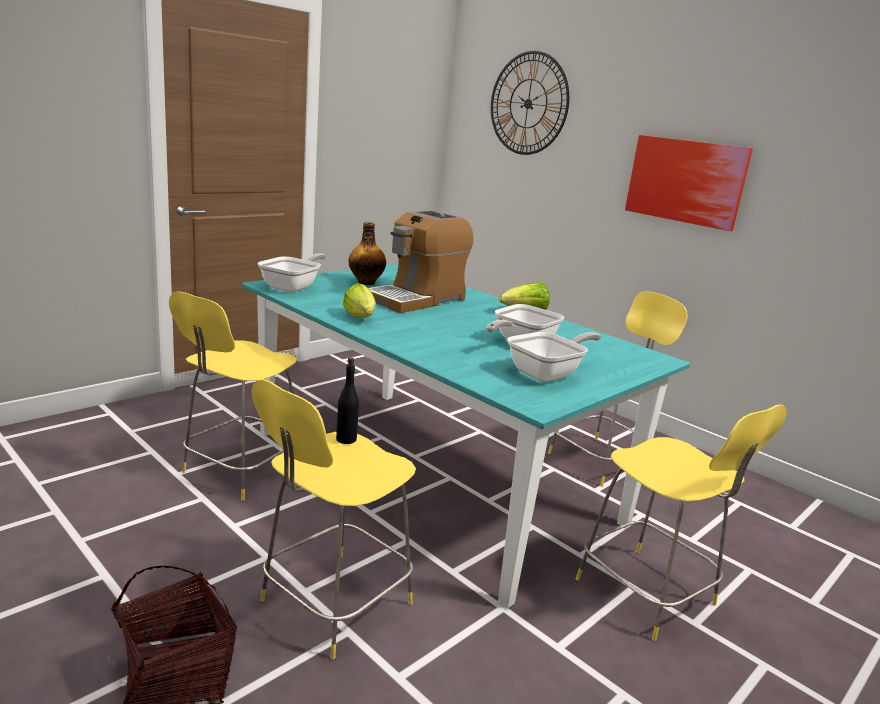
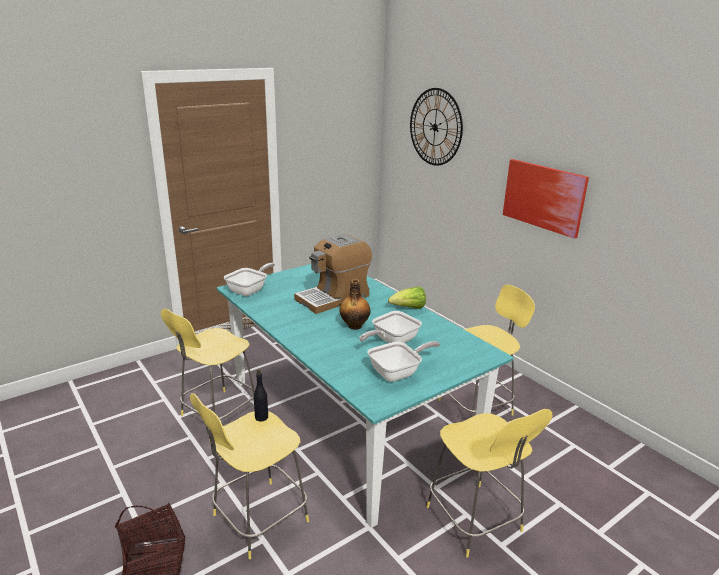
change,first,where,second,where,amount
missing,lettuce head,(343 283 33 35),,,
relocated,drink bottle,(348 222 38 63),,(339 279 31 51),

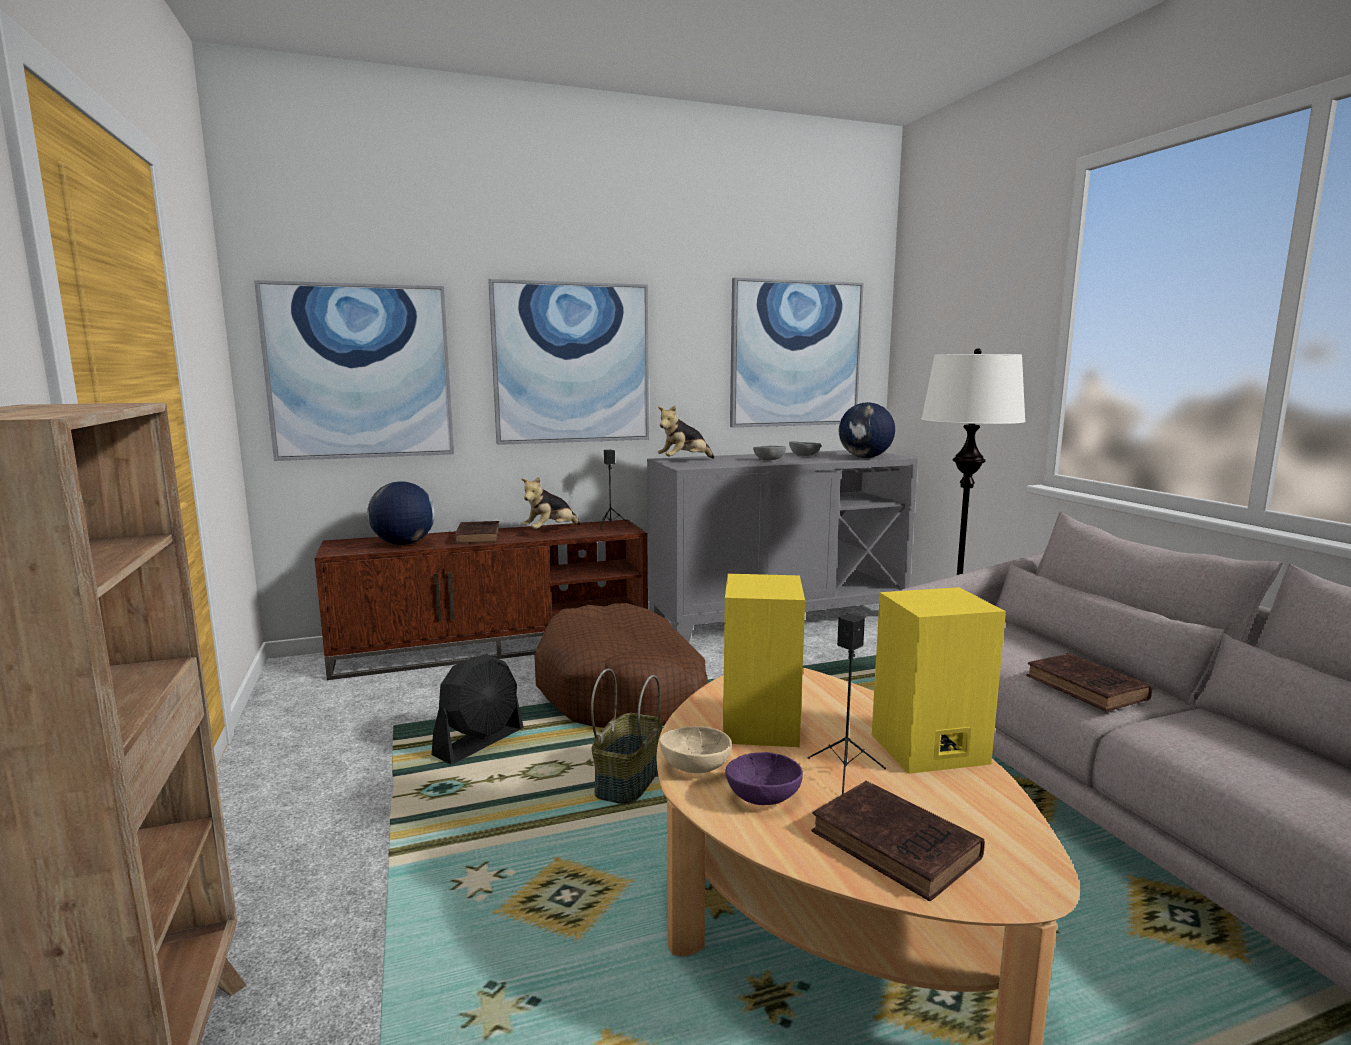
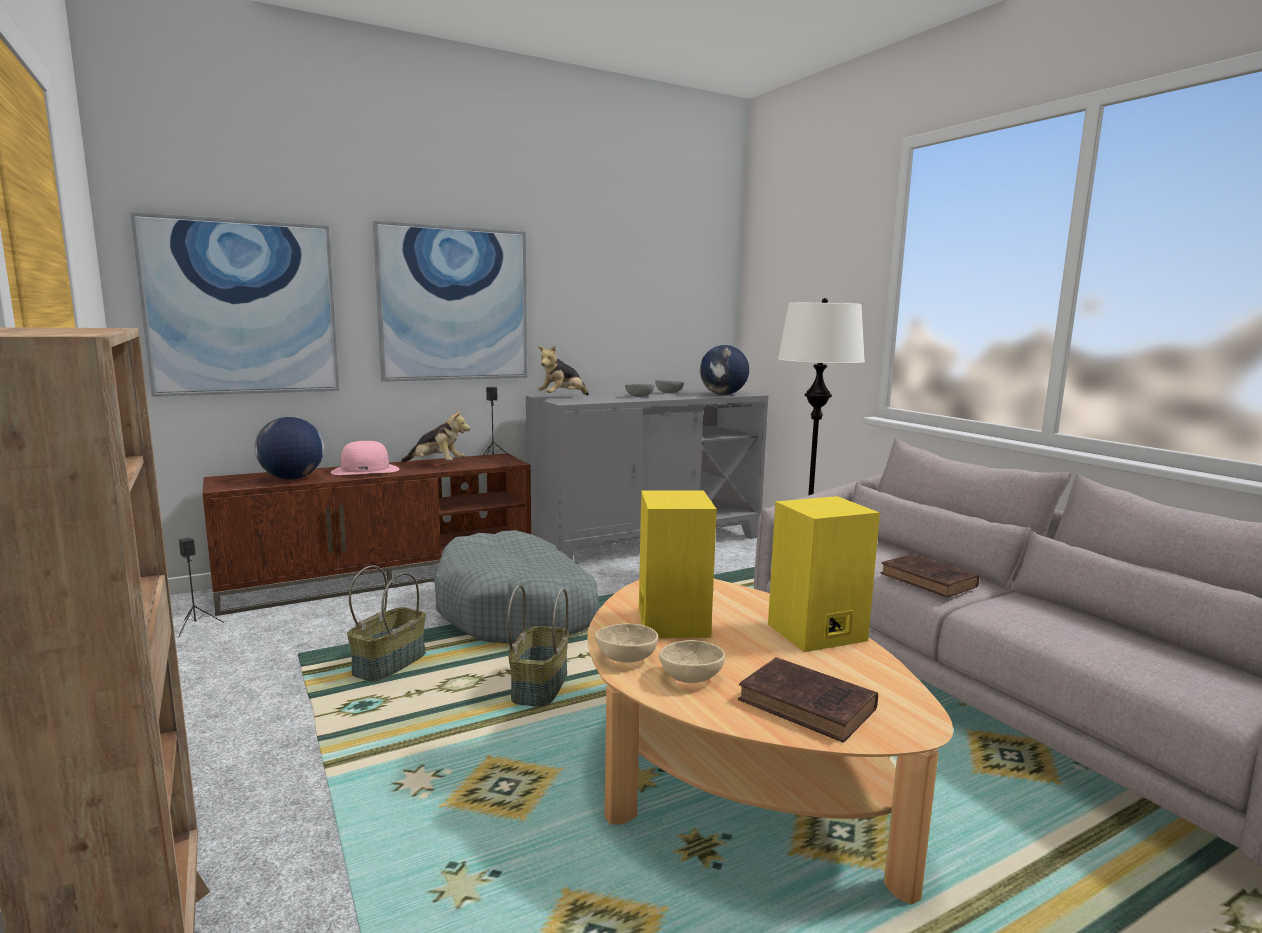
change,first,where,second,where,amount
exchanged,blackish electric fan,(432 654 91 111),basket,(347 565 79 116),
exchanged,brown volume,(454 521 46 23),pinkish clothing hat,(331 441 68 34),
spun,cuddly toy,(521 477 59 52),,(401 409 69 53),105 degrees counterclockwise
colour,brown dog cushion,(534 603 174 125),gray dog cushion,(434 530 166 114),
colour,purple-coloured serving bowl,(725 752 78 53),sand-coloured serving bowl,(659 640 66 43),
missing,wall picture,(730 278 134 149),,,
relocated,blackish speaker,(808 613 78 181),,(178 538 46 99),

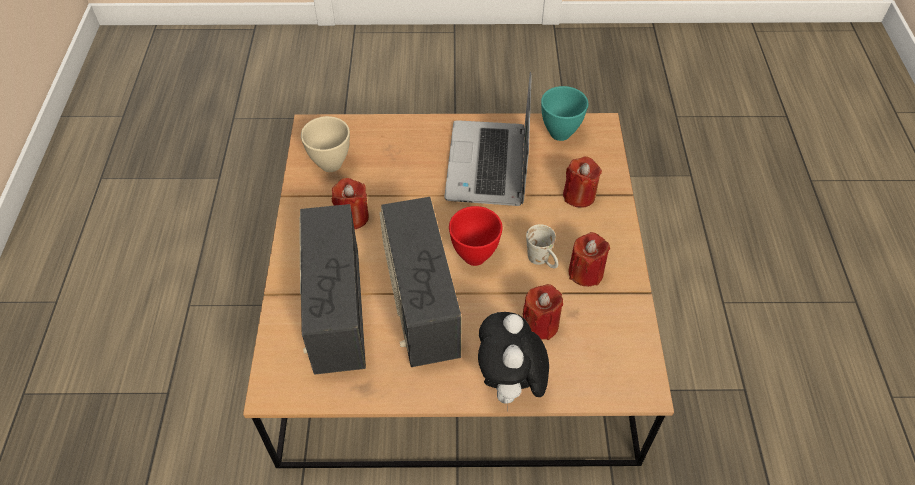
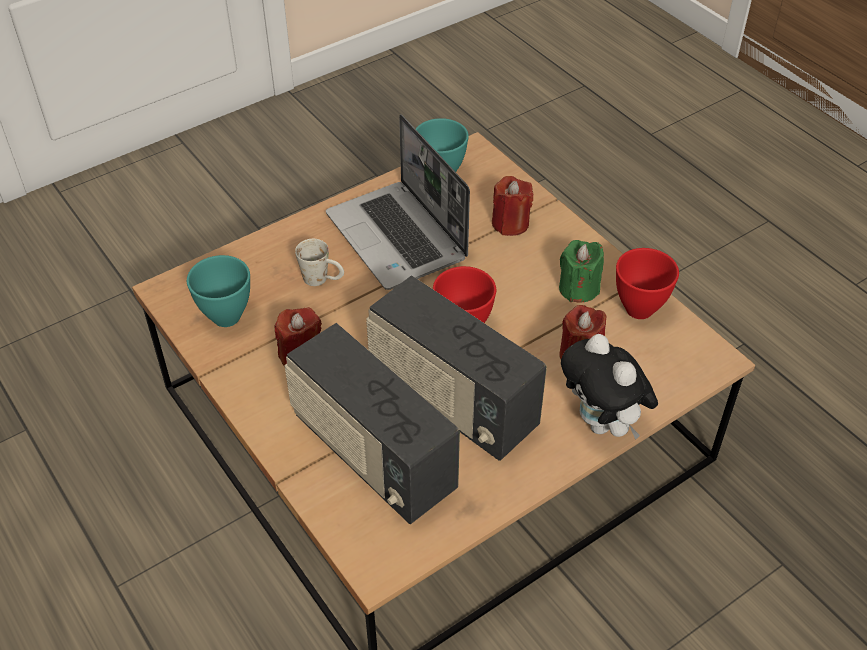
change,first,where,second,where,amount
colour,sand-coloured serving bowl,(301 116 49 56),turquoise-coloured serving bowl,(187 255 63 72),
relocated,white coffee mug,(526 224 32 44),,(295 239 49 47),
colour,red-coloured wax candle,(569 232 41 55),greenish wax candle,(559 240 45 63),
appeared,,,red-coloured serving bowl,(616 248 63 71),

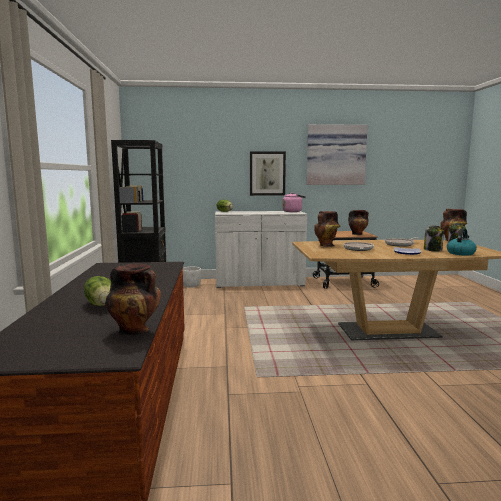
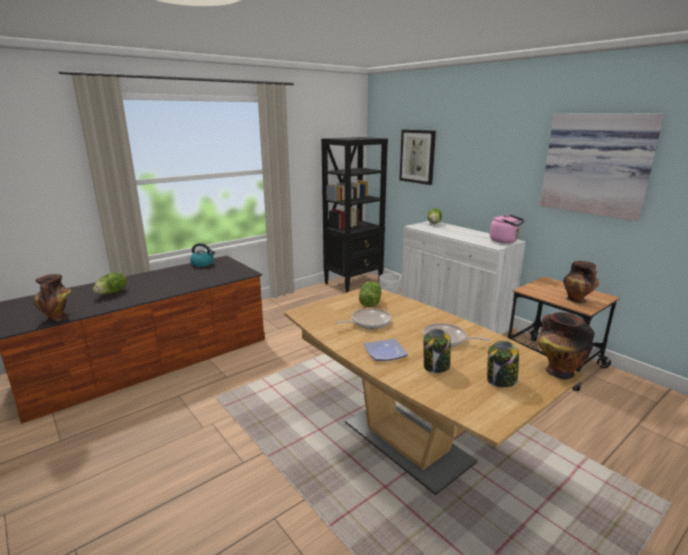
change,first,where,second,where,amount
relocated,wall picture,(250 151 36 45),,(399 130 37 55),
exchanged,flower vase,(314 211 27 36),lettuce head,(359 281 22 26),
relocated,water kettle,(447 228 30 28),,(190 243 25 24),

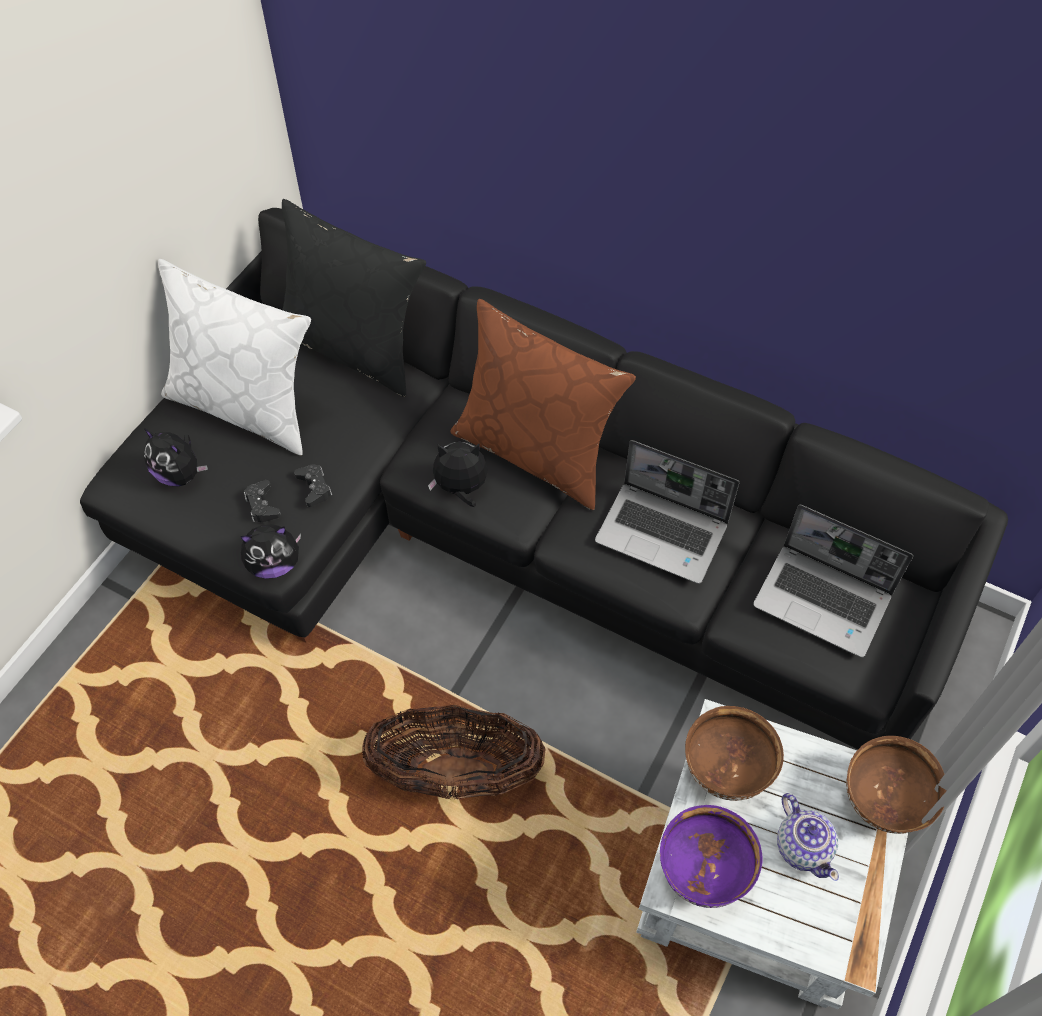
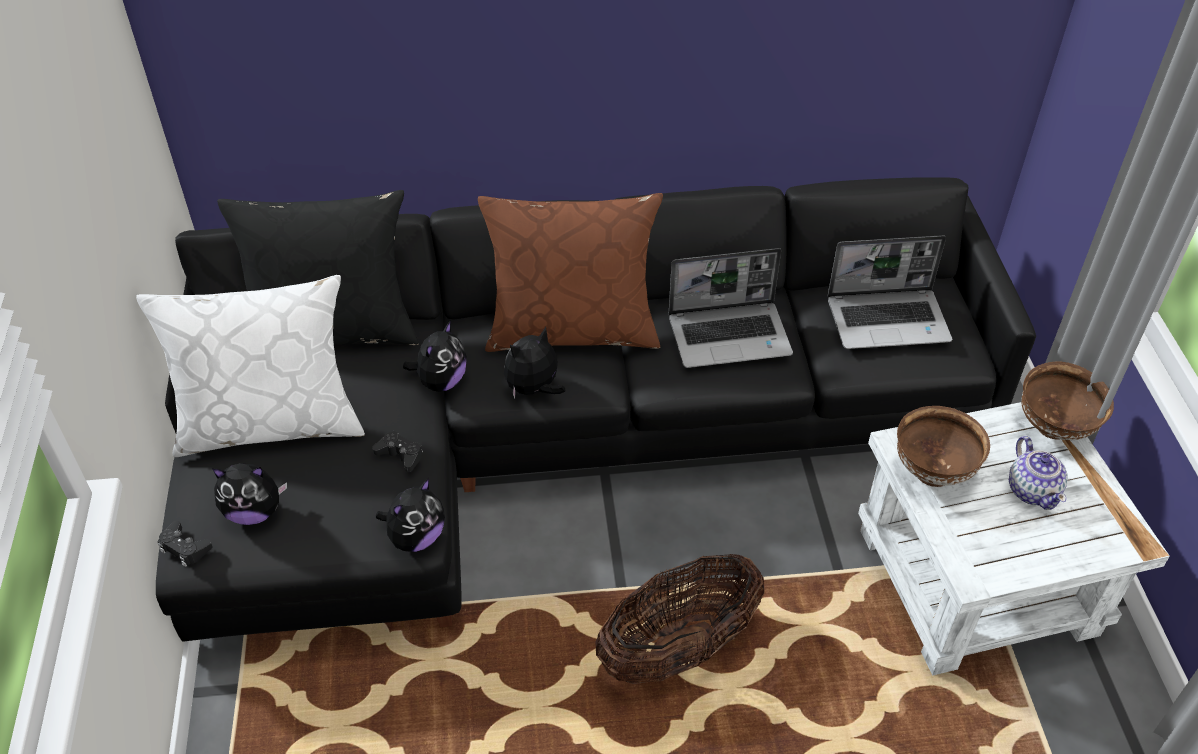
change,first,where,second,where,amount
relocated,blackish joypad,(244 480 37 42),,(157 521 55 46),
missing,purple-coloured serving bowl,(660 805 102 103),,,
spun,teapot,(777 793 62 88),,(1009 436 59 74),45 degrees clockwise
appeared,,,cuddly toy,(403 320 64 72),

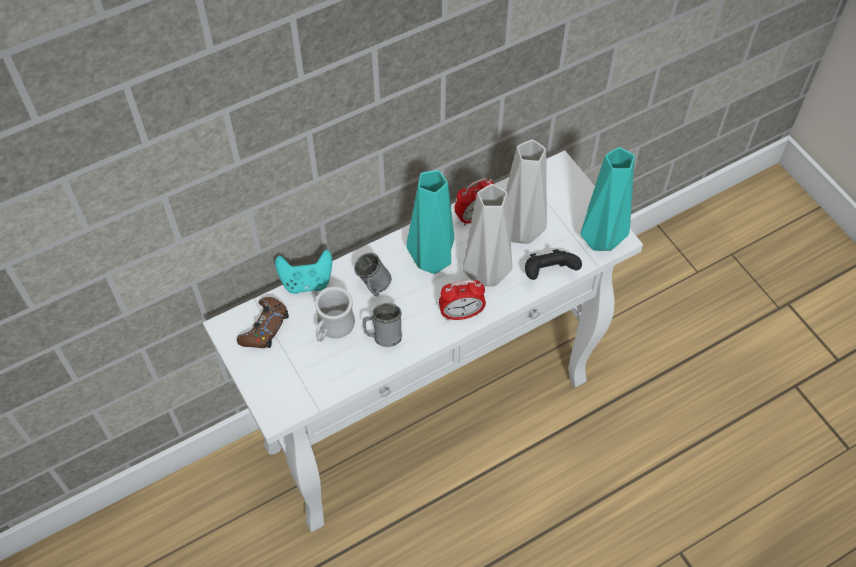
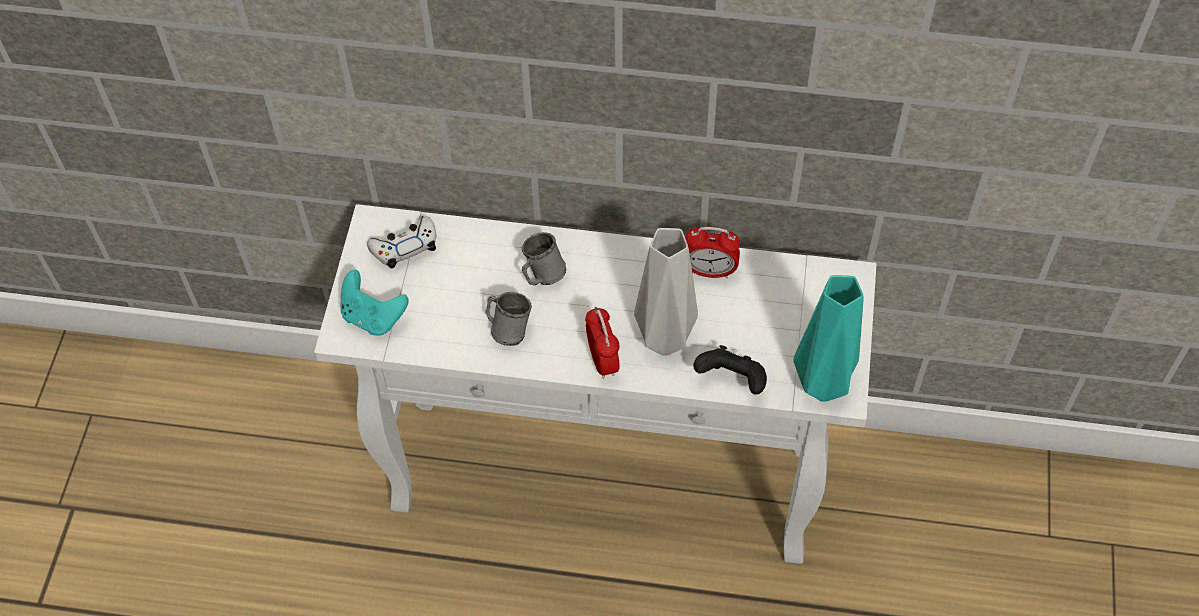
change,first,where,second,where,amount
colour,brown joypad,(237 297 52 51),white joypad,(367 216 69 53),
relocated,turquoise-coloured joypad,(275 250 57 44),,(340 270 68 66),
missing,white coffee mug,(315 287 40 55),,,
missing,turquoise-coloured flower vase,(406 170 48 104),,,
spun,bedside clock,(439 280 47 41),,(585 307 35 72),135 degrees counterclockwise
missing,gray flower vase,(506 139 41 105),,,

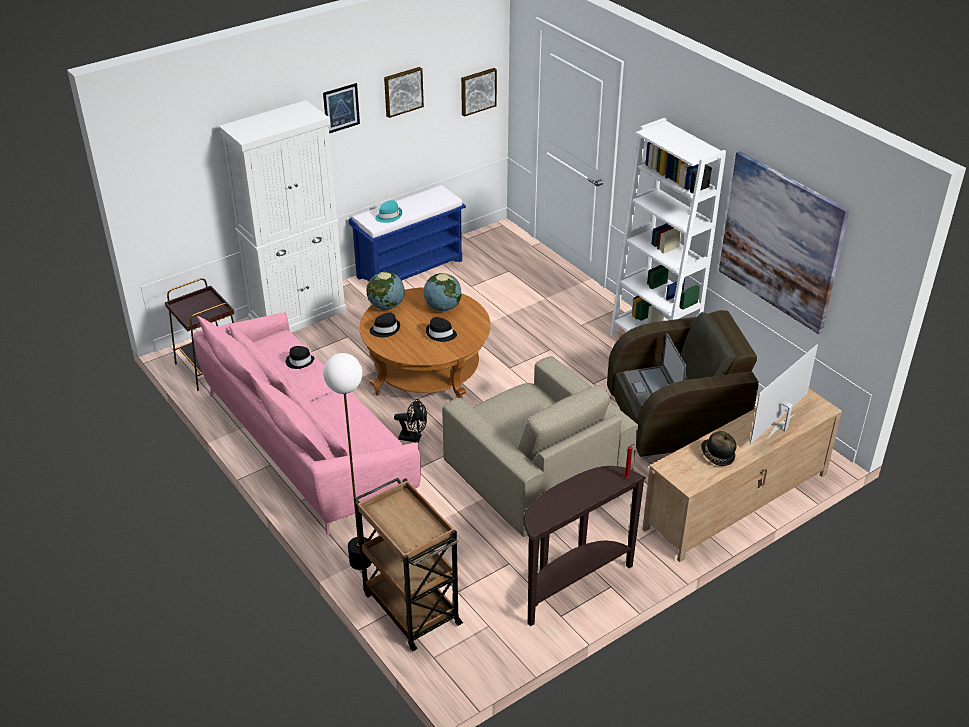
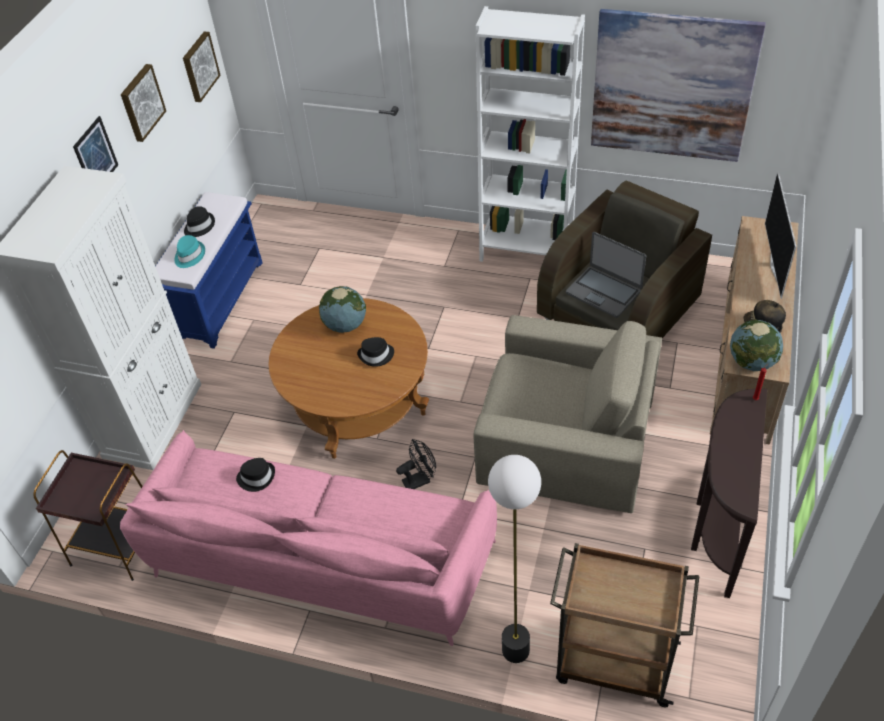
change,first,where,second,where,amount
relocated,world globe,(366 272 39 38),,(730 320 53 51),
relocated,blackish clothing hat,(370 312 30 25),,(184 206 31 31),

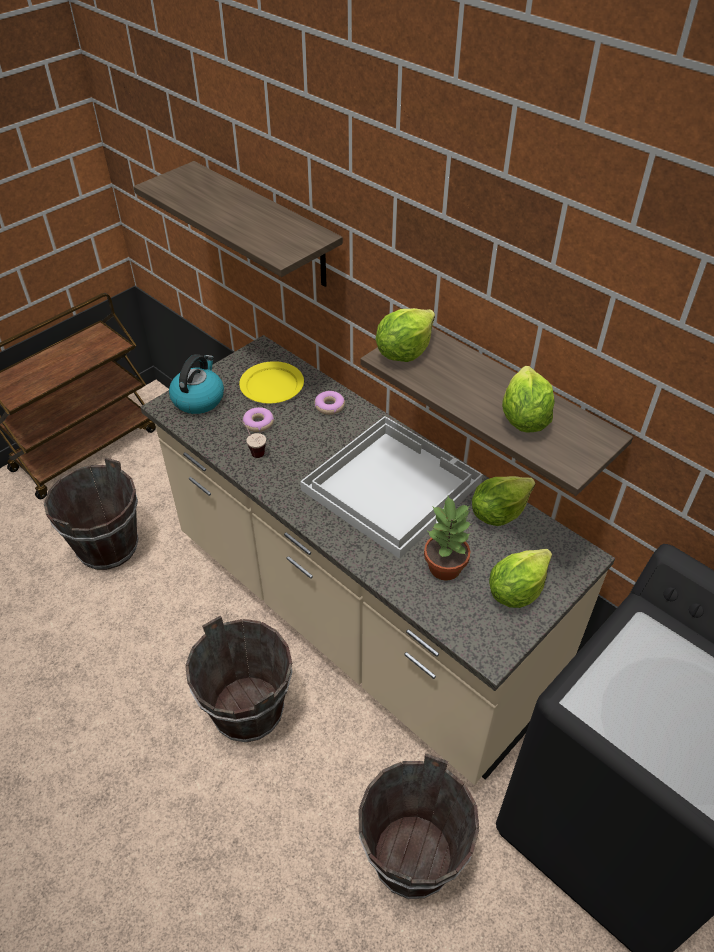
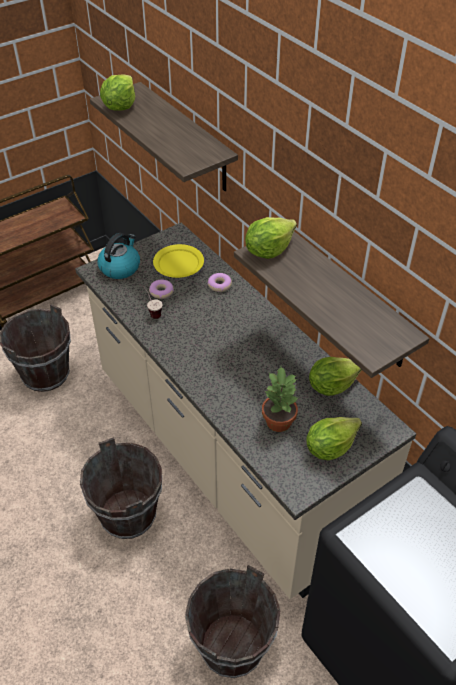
change,first,where,second,where,amount
missing,white carrying tray,(300 416 183 143),,,
relocated,lettuce head,(502 366 53 67),,(100 74 35 37),

